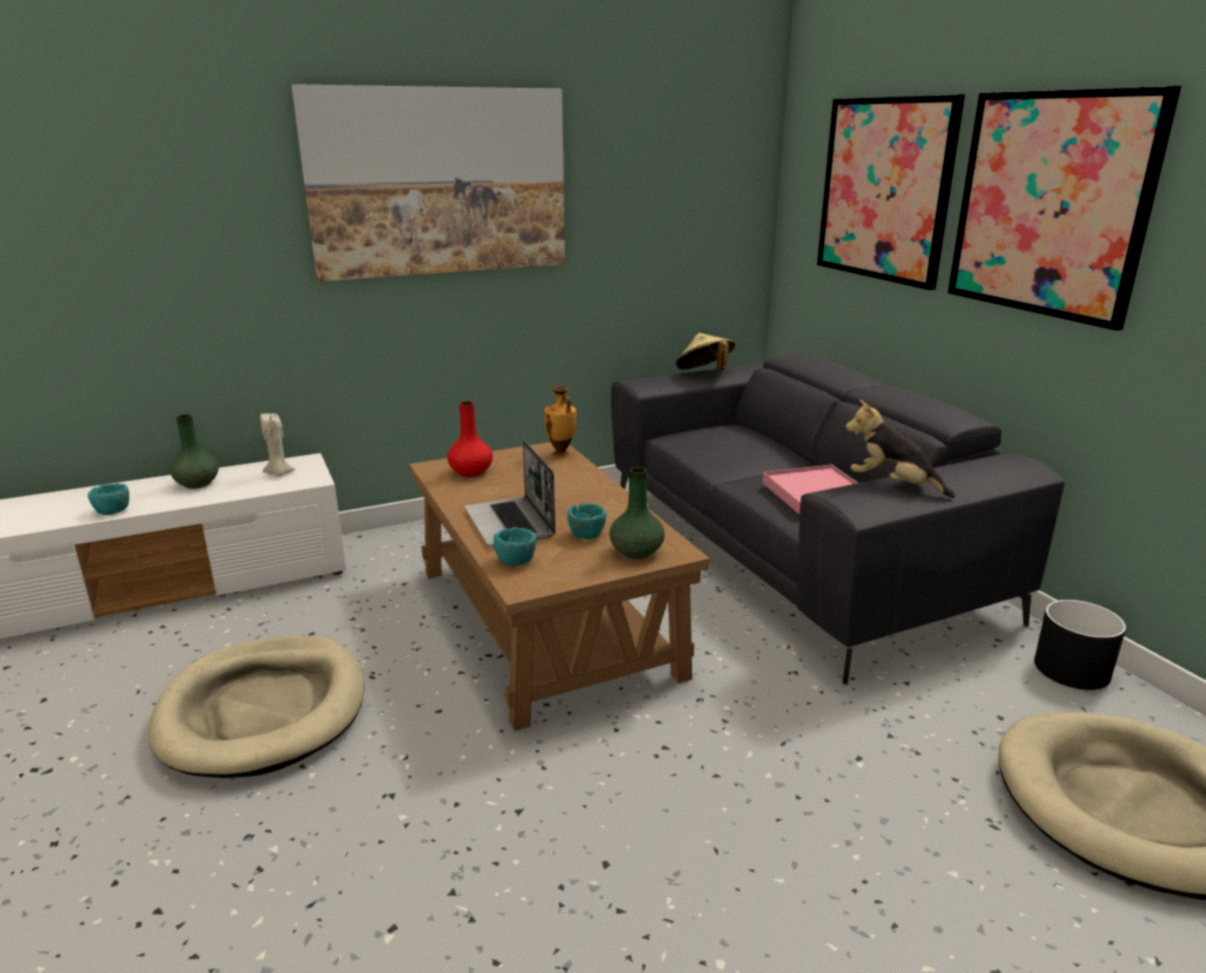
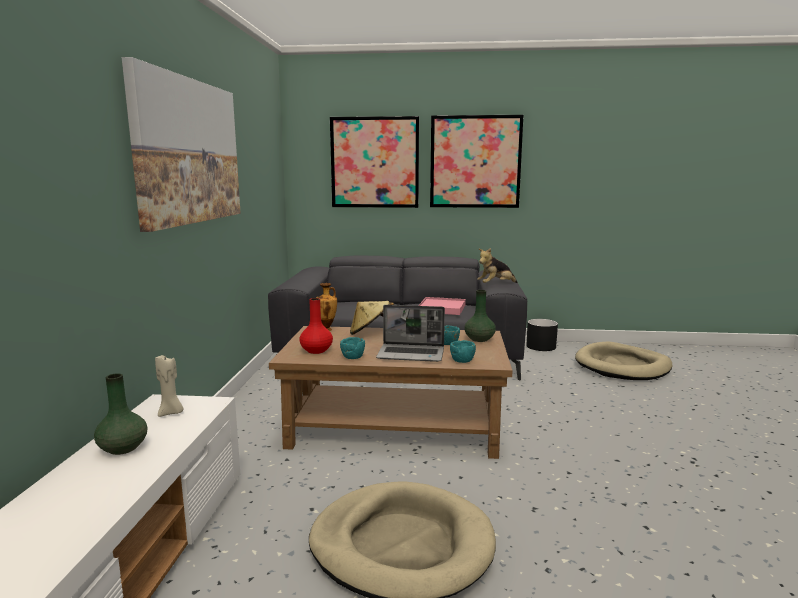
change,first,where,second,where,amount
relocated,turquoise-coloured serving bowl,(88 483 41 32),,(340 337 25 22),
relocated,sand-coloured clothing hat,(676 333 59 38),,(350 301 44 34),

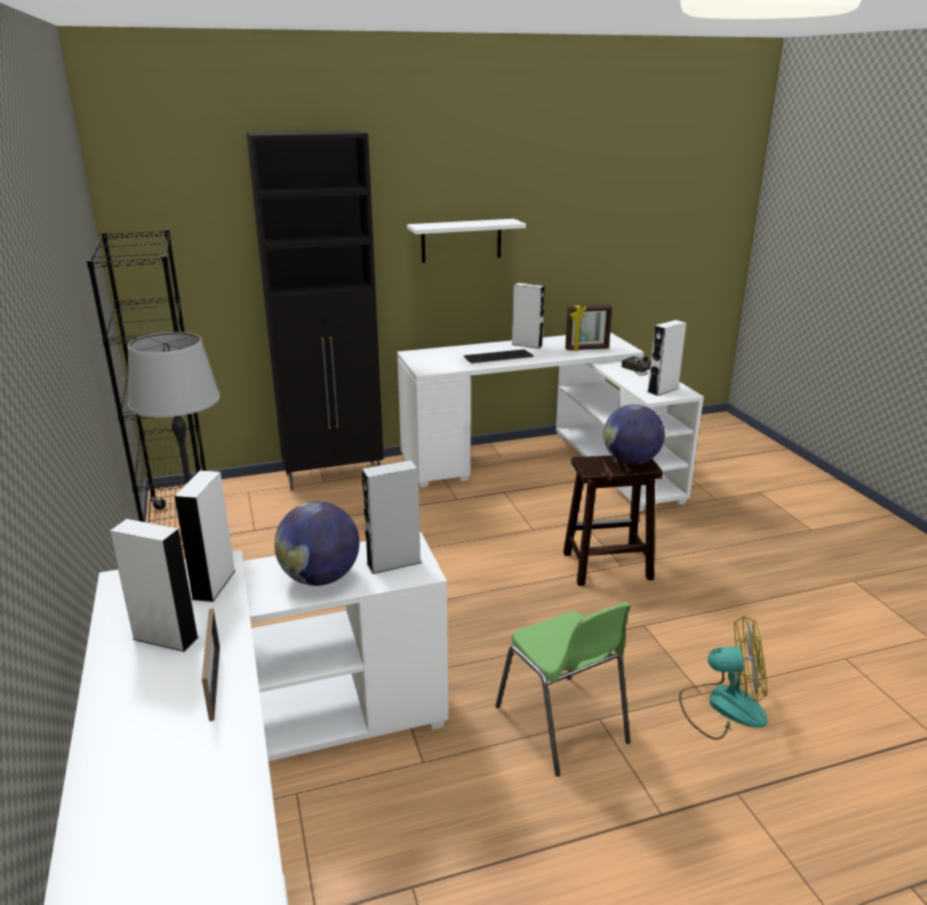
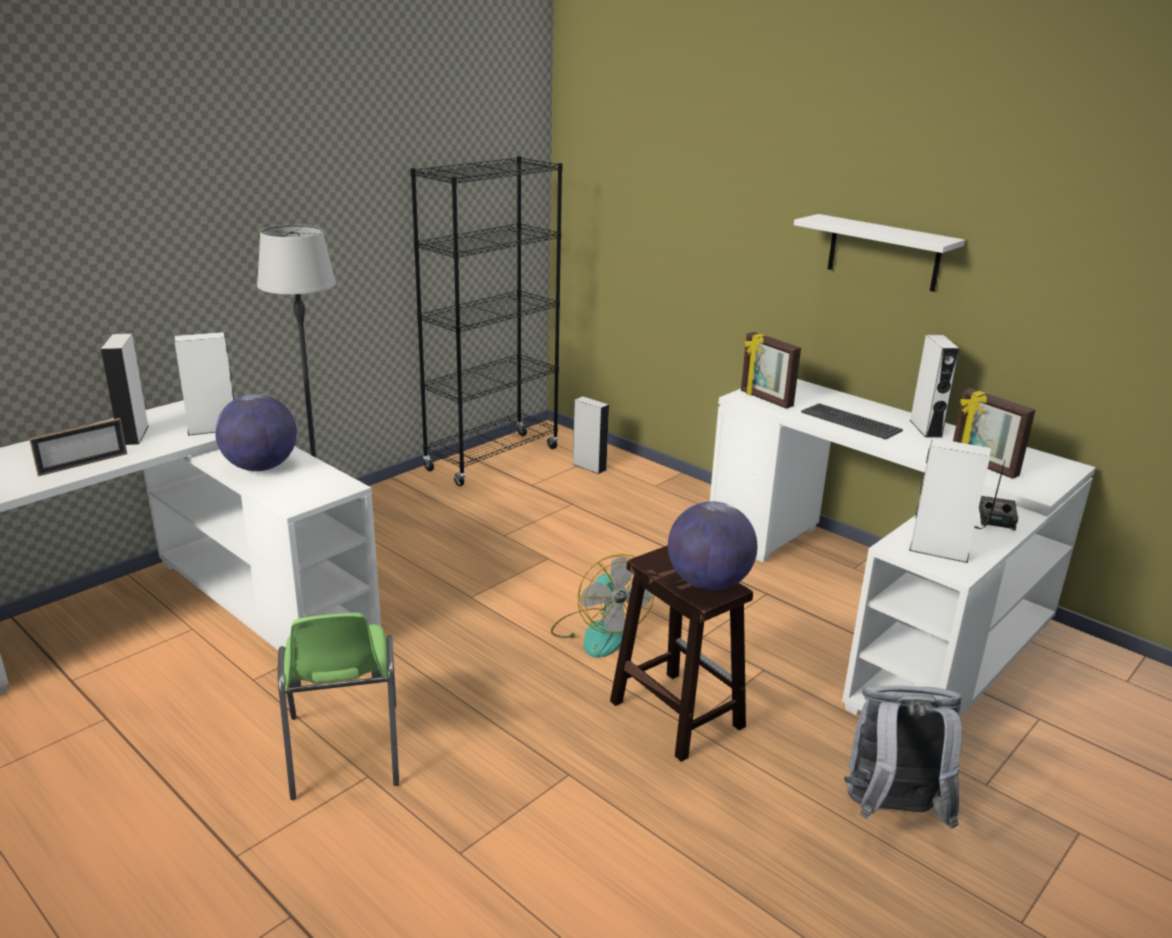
change,first,where,second,where,amount
missing,blackish cabinet,(246 130 138 361),,,
relocated,gray speaker,(362 460 60 114),,(572 396 37 78),
spun,greenish plain chair,(495 602 136 175),,(278 613 121 187),45 degrees counterclockwise
relocated,electric fan,(679 616 89 124),,(551 554 104 104),
appeared,,,picture frame,(741 332 60 77),
appeared,,,gray rucksack,(844 686 118 143),

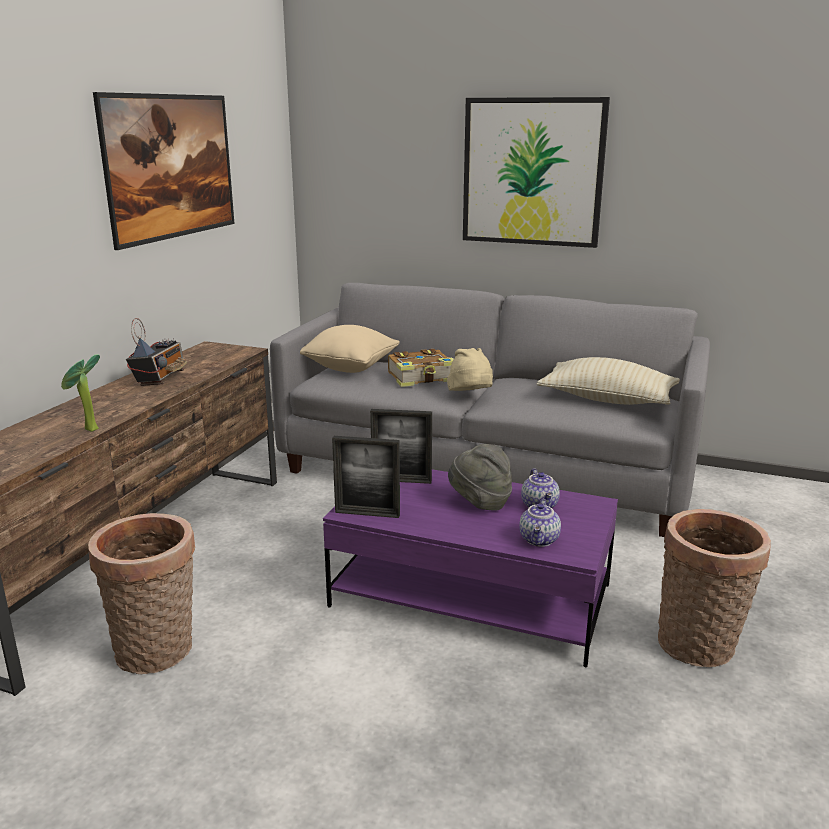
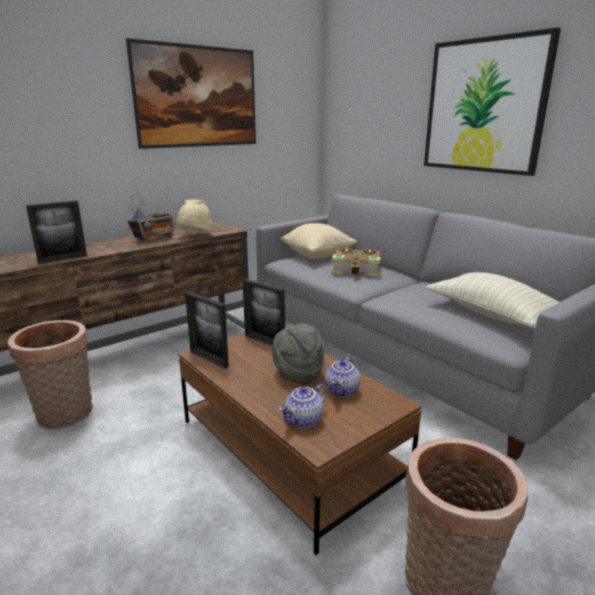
change,first,where,second,where,amount
exchanged,plant in a pot,(61 354 39 78),picture frame,(26 200 61 64),
colour,purple-coloured lounge table,(323 469 295 198),brown lounge table,(178 332 244 223),
relocated,sand-coloured clothing hat,(447 348 46 43),,(177 199 36 35),

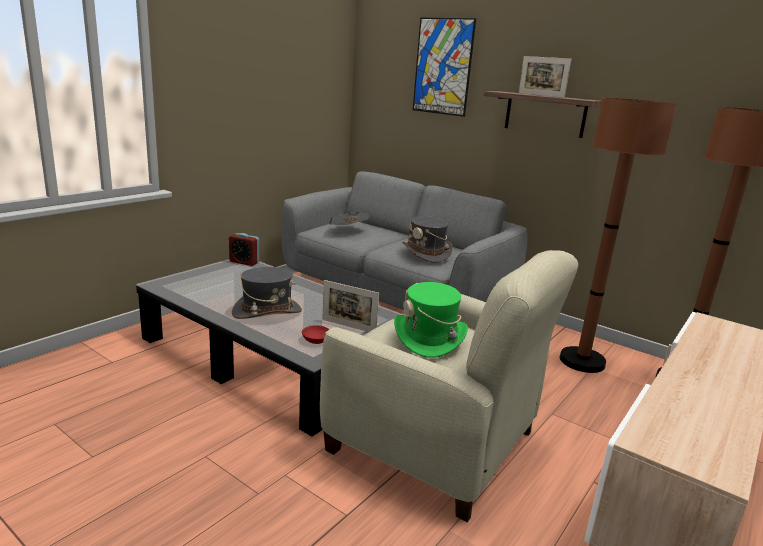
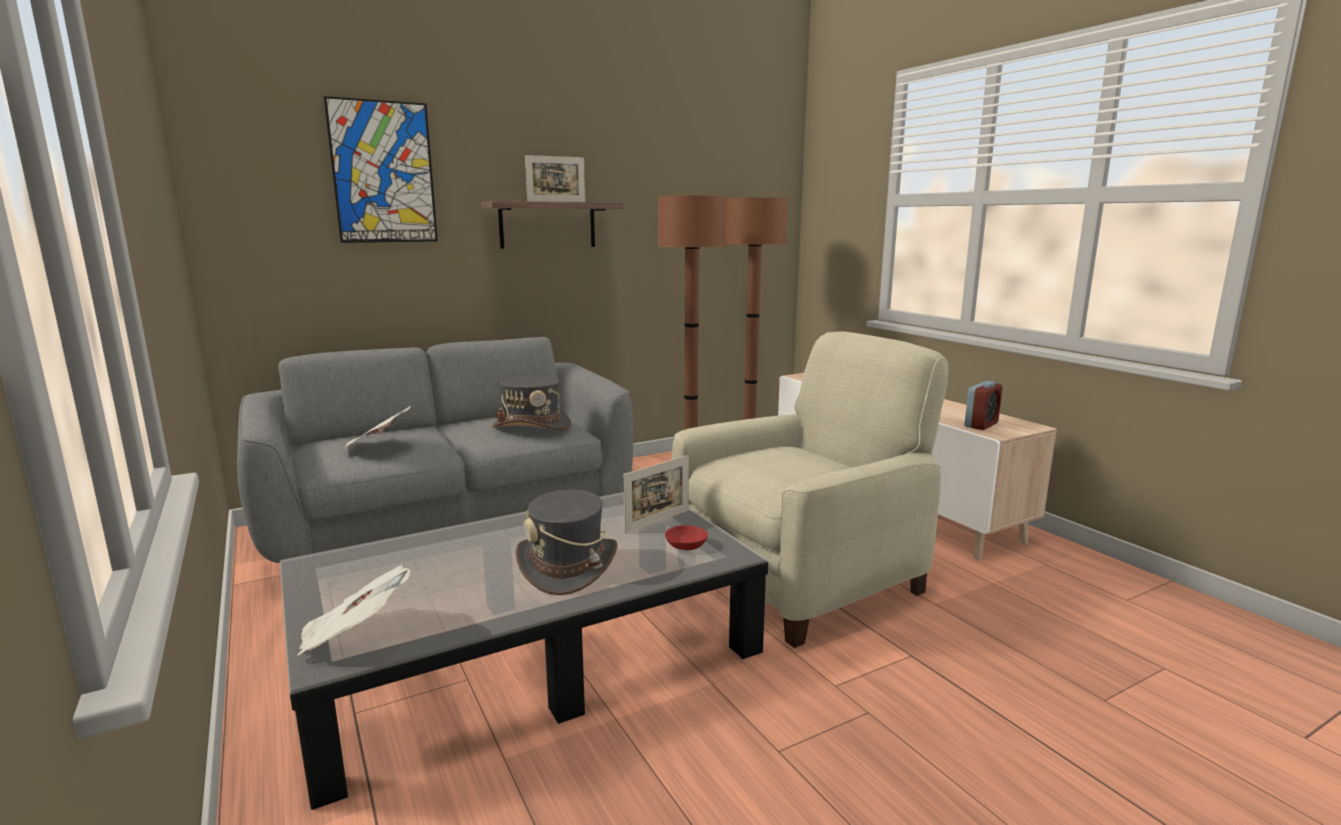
change,first,where,second,where,amount
relocated,bedside clock,(229 233 30 33),,(964 381 39 49),
missing,greenish clothing hat,(394 282 74 76),,,
appeared,,,daily paper,(297 565 113 91),

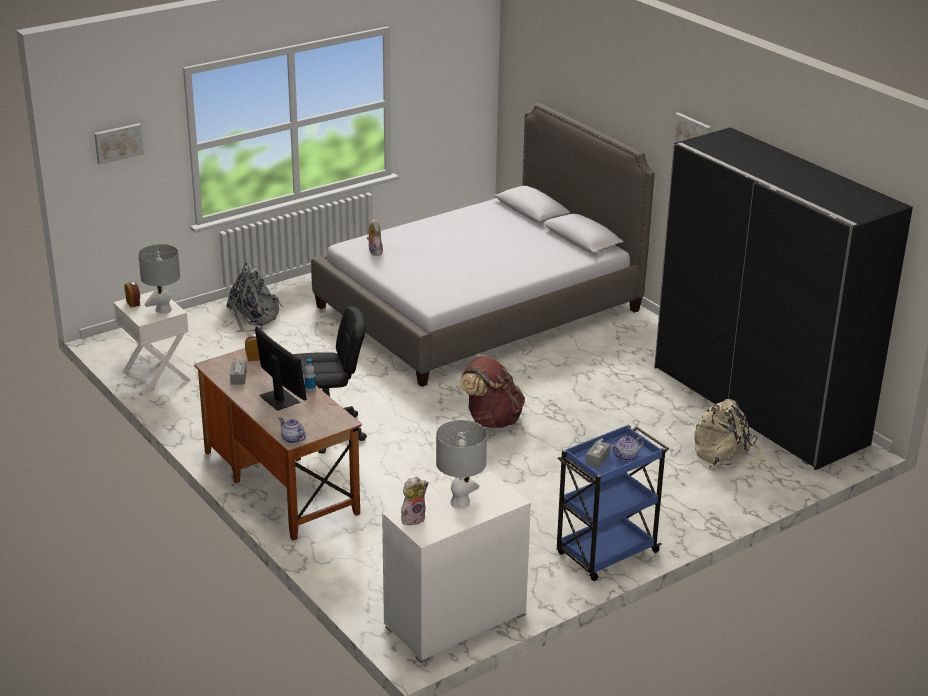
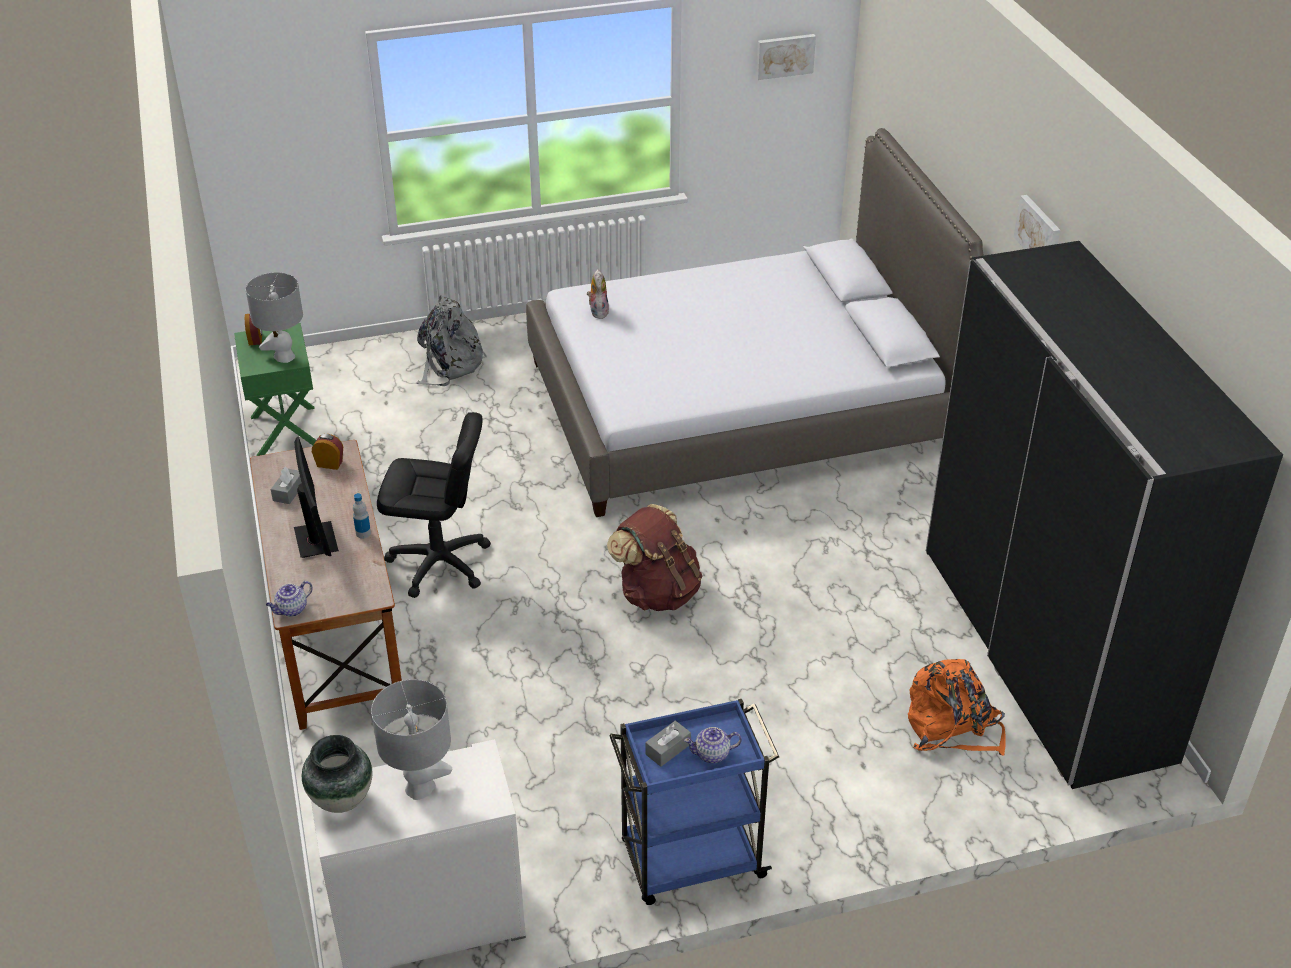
change,first,where,second,where,amount
relocated,wall picture,(94 123 50 42),,(756 34 60 46),
colour,white nightstand,(113 290 78 105),greenish nightstand,(234 323 82 133),
spun,teapot,(279 418 27 25),,(266 581 47 36),105 degrees counterclockwise
exchanged,cuddly toy,(401 477 28 48),flower vase,(302 735 70 78),
colour,sand-coloured rucksack,(694 399 72 70),orange-coloured rucksack,(908 659 98 96),

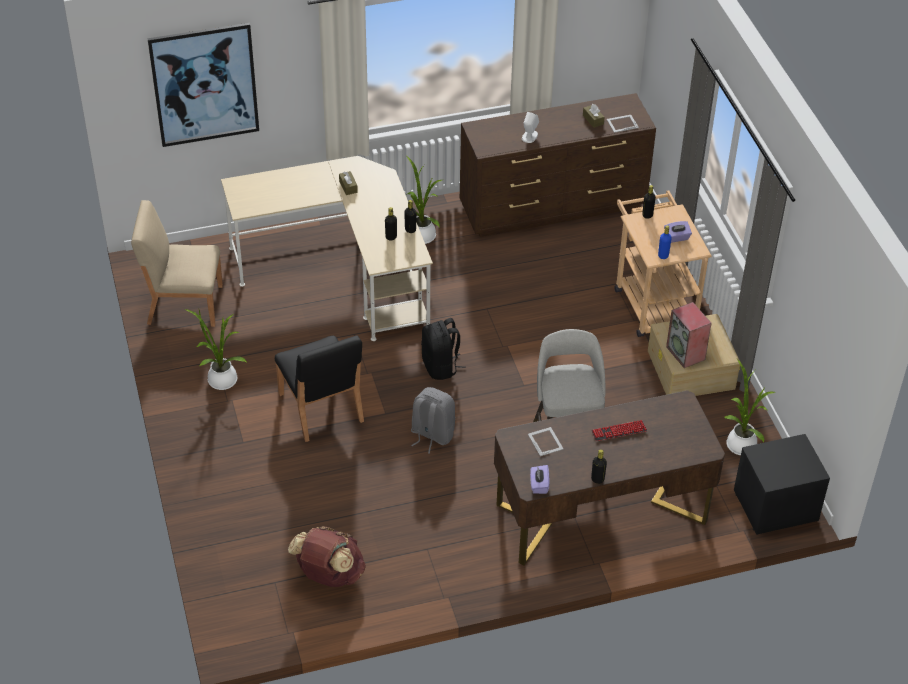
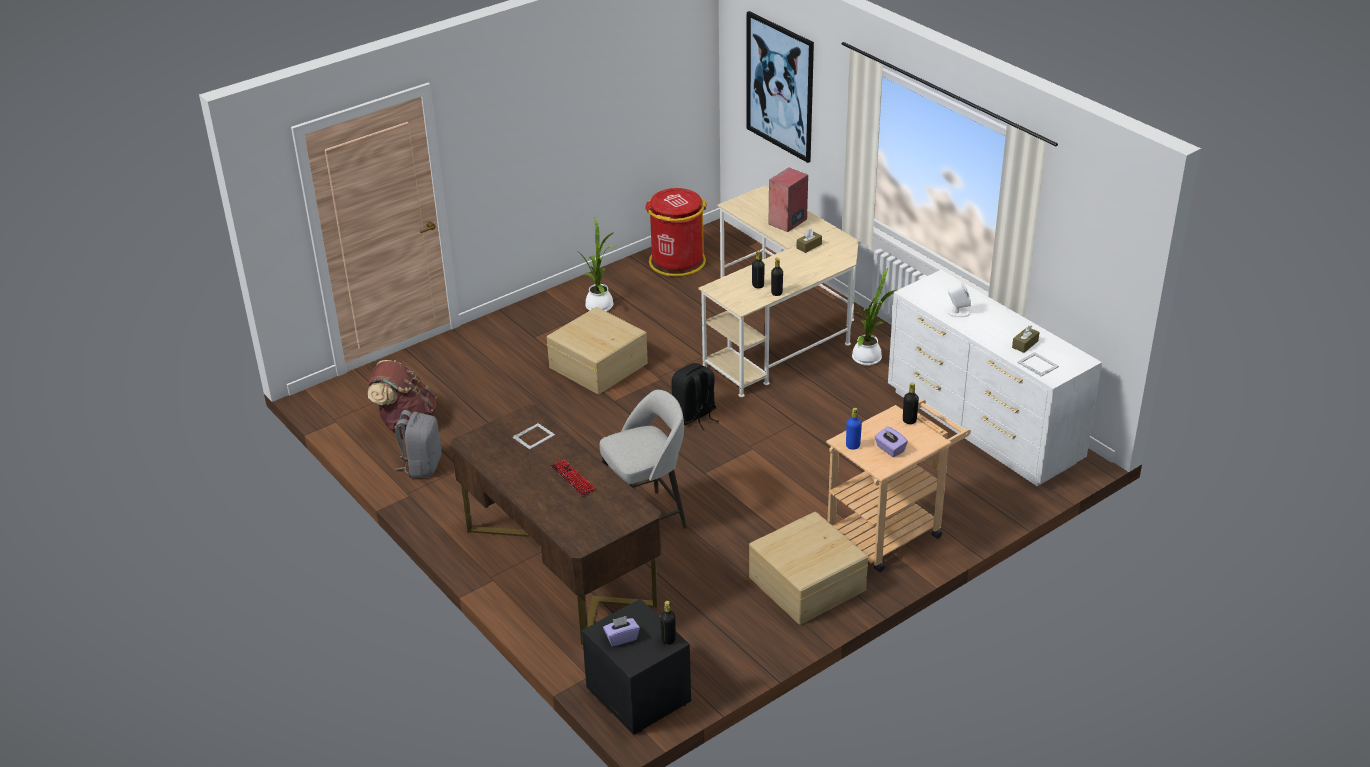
change,first,where,second,where,amount
exchanged,sand-coloured plain chair,(131 200 92 127),red-coloured waste bin,(645 188 62 89),
exchanged,blackish plain chair,(275 336 89 106),sand-coloured storage container,(547 307 101 87),
relocated,gray rucksack,(411 387 45 67),,(395 410 47 68),
colour,brown chest of drawers,(460 93 196 144),white chest of drawers,(888 270 214 216),
relocated,purple-coloured tissue holder,(530 465 20 29),,(603 616 37 30),
relocated,blackish drink bottle,(591 449 16 35),,(660 601 16 44),
relocated,speaker,(666 302 45 66),,(769 168 39 64),
missing,plant in a pot,(724 359 51 96),,,

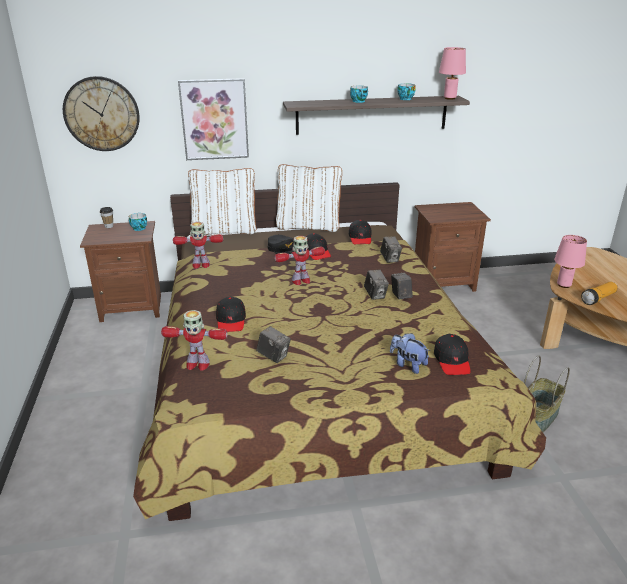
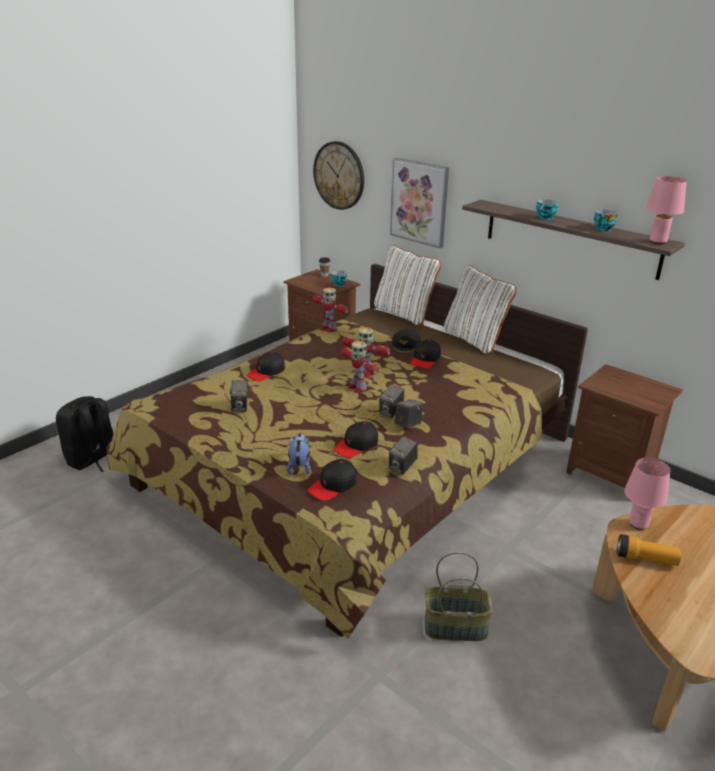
change,first,where,second,where,amount
relocated,toy robot,(161 310 67 61),,(342 341 36 52),
relocated,blackish peaked cap,(349 220 23 24),,(333 421 45 37),
relocated,still camera,(380 237 22 26),,(389 436 29 39),
appeared,,,blackish rucksack,(56 396 57 76),

